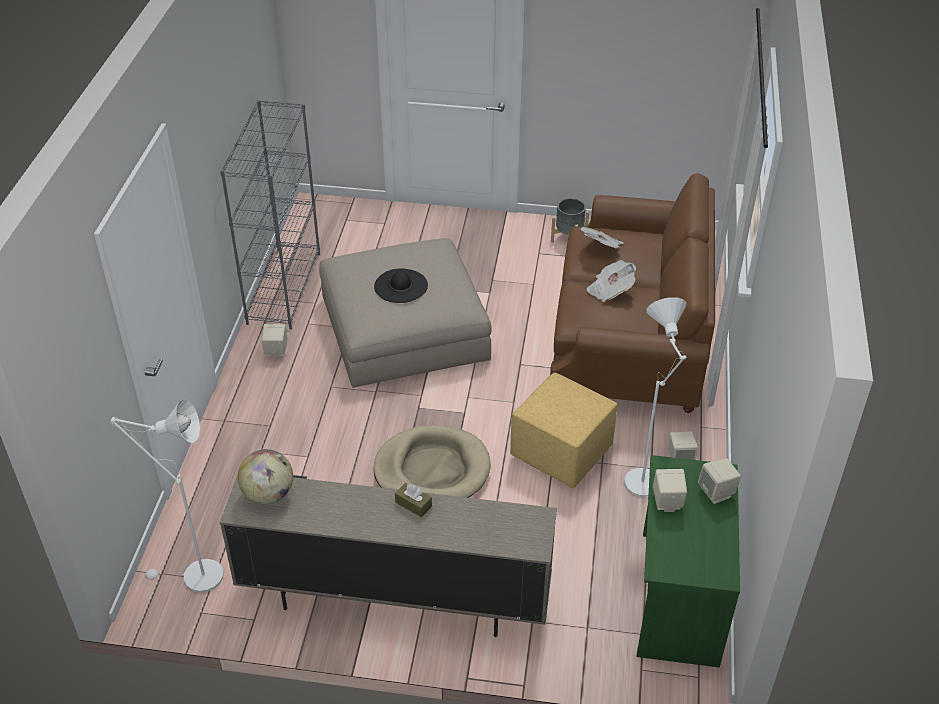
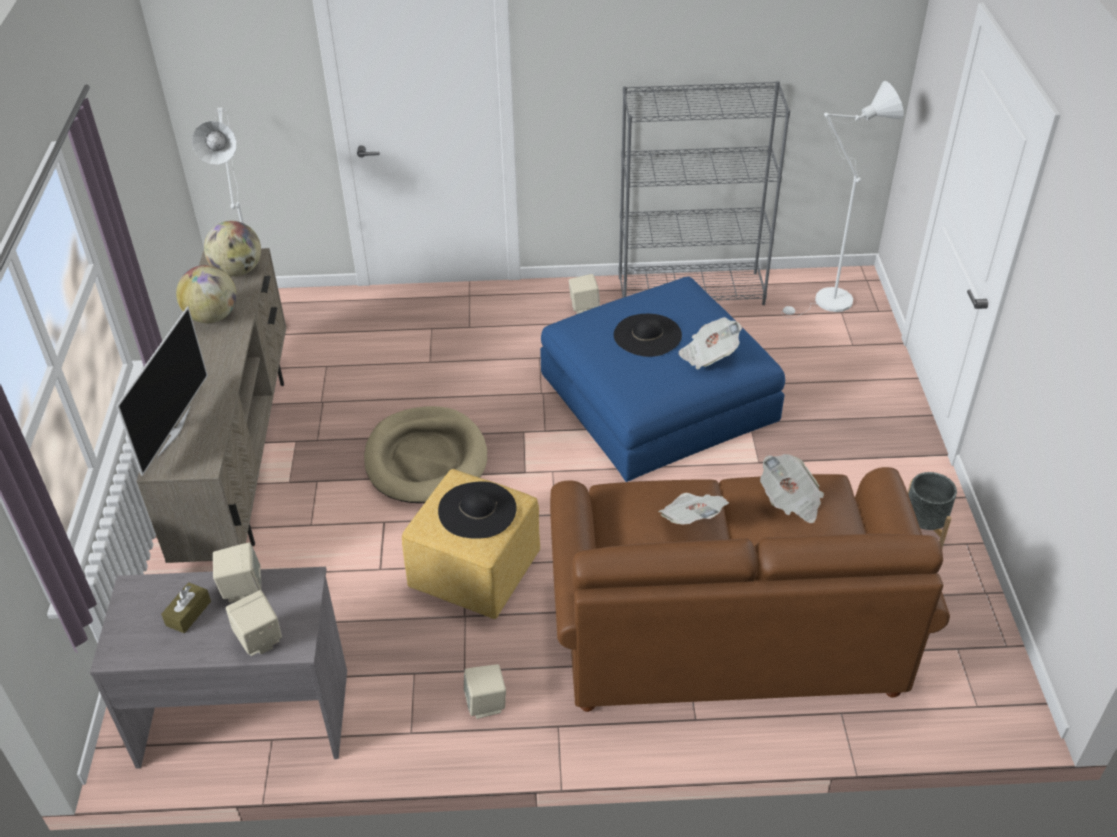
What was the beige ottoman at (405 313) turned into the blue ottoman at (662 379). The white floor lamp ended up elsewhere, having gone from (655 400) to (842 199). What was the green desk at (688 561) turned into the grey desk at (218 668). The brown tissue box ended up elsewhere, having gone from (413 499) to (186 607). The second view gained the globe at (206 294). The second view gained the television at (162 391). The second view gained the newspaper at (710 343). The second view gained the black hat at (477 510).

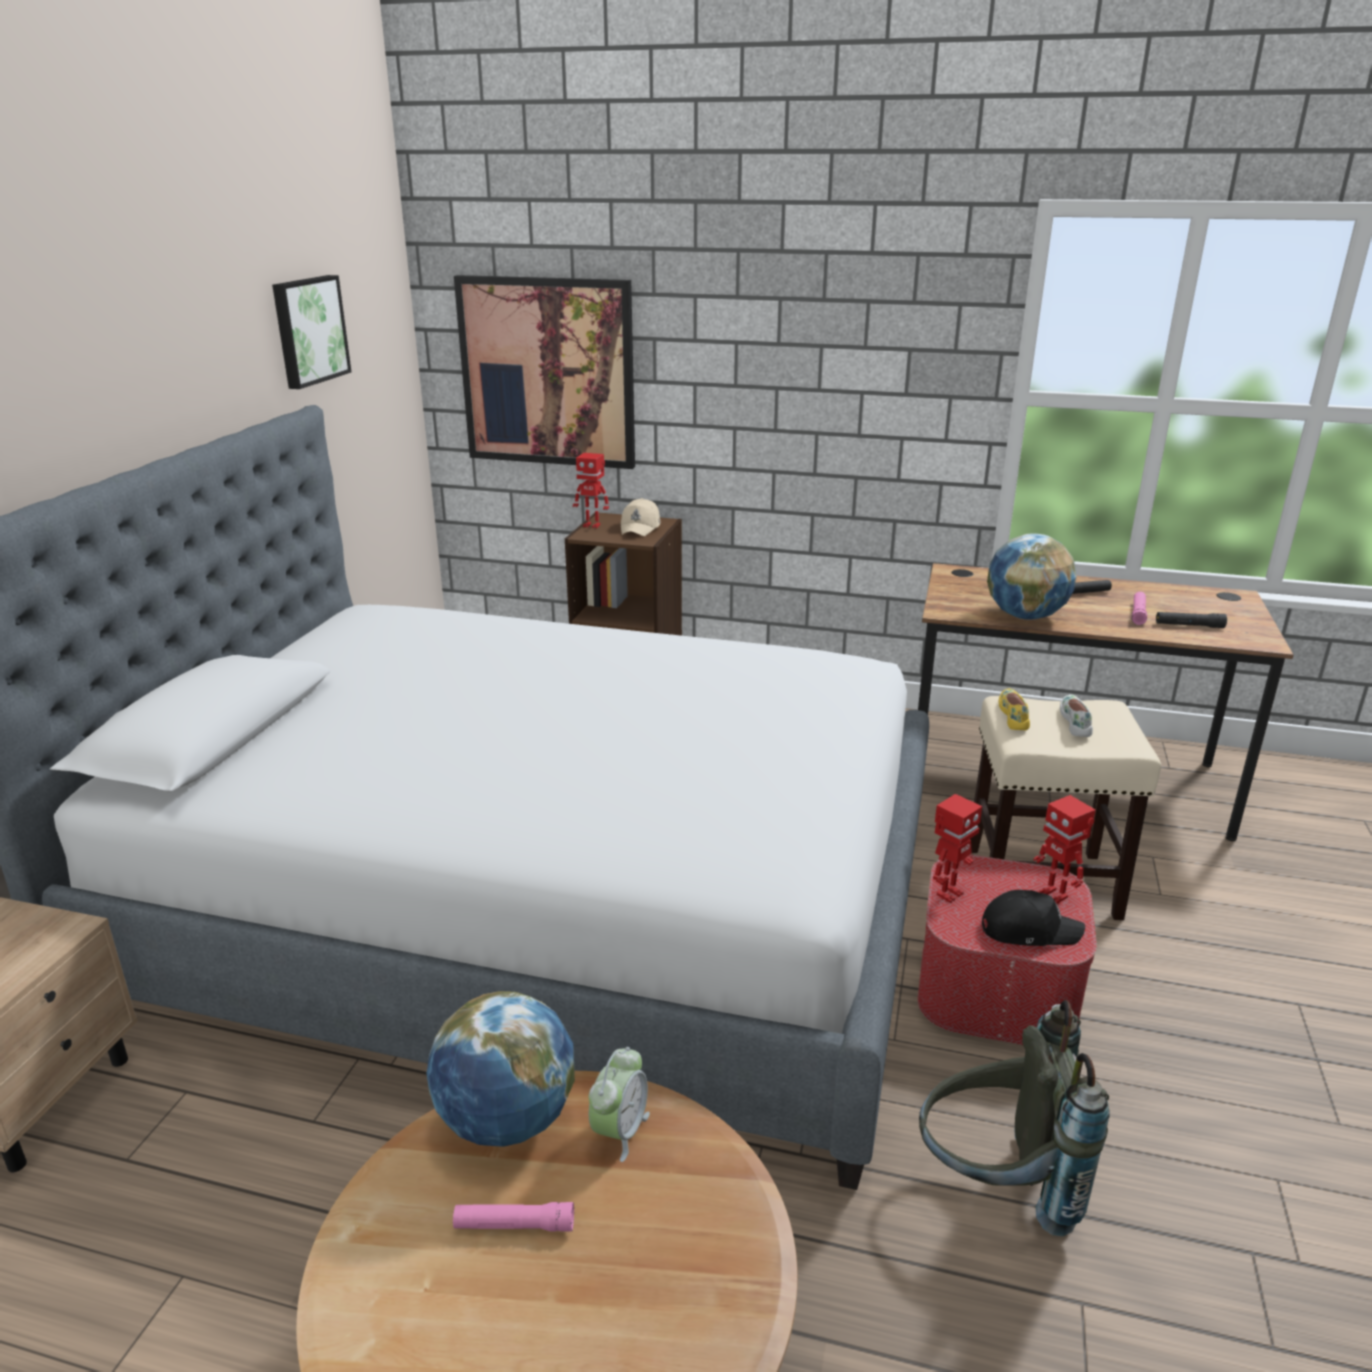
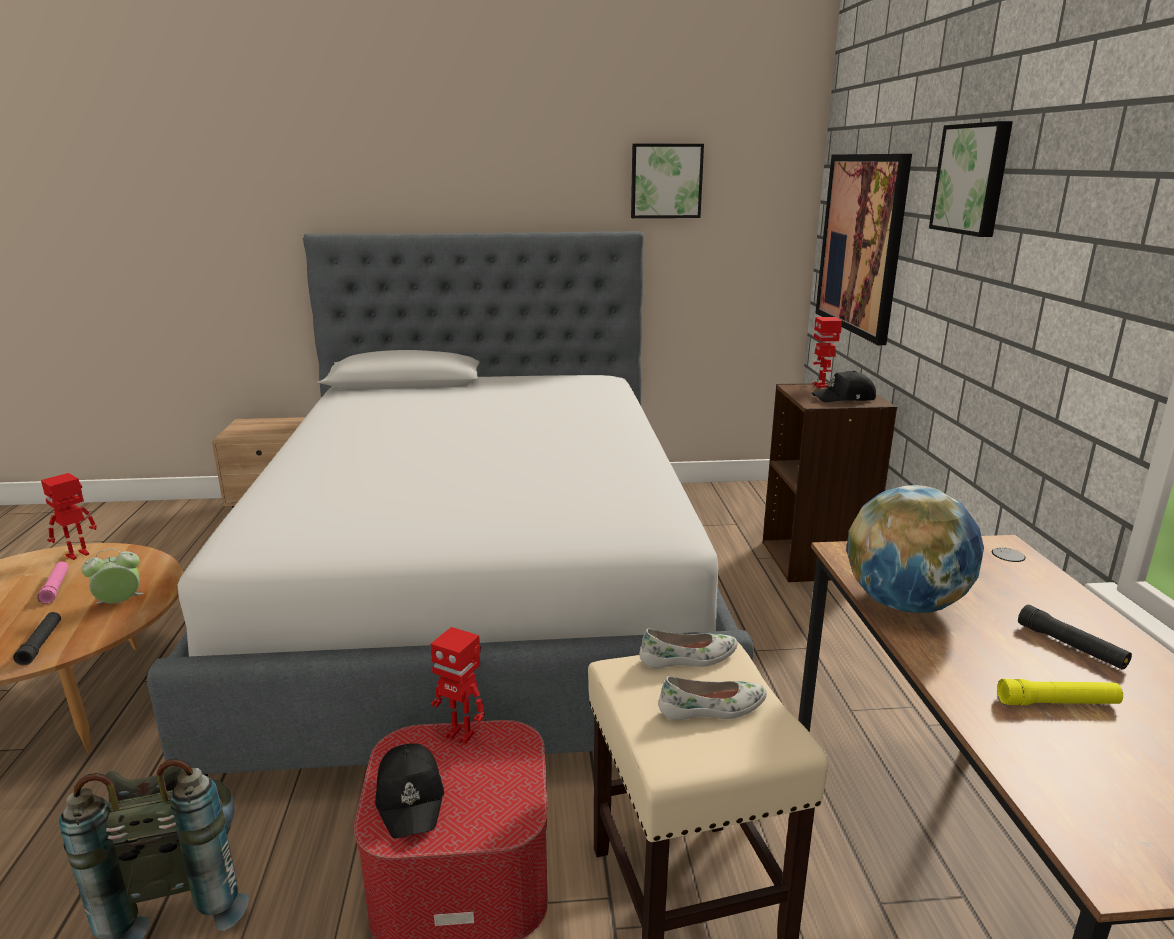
What was the beige cap at (640 517) turned into the black cap at (844 386). What was the pink flashlight at (1139 608) turned into the yellow flashlight at (1060 692). The black flashlight ended up elsewhere, having gone from (1191 620) to (37 638). What was the yellow shoe at (1014 709) turned into the white shoe at (688 648). The toy robot ended up elsewhere, having gone from (1065 849) to (69 516). The second view lost the globe at (500 1069). The alarm clock at (619 1104) ended up facing another way, 150 degrees clockwise from before. The second view gained the picture at (971 179).

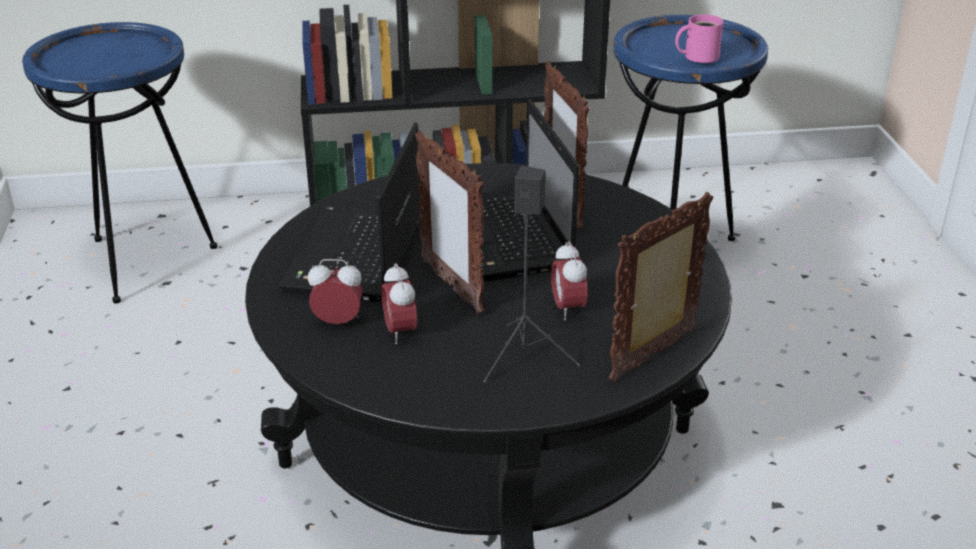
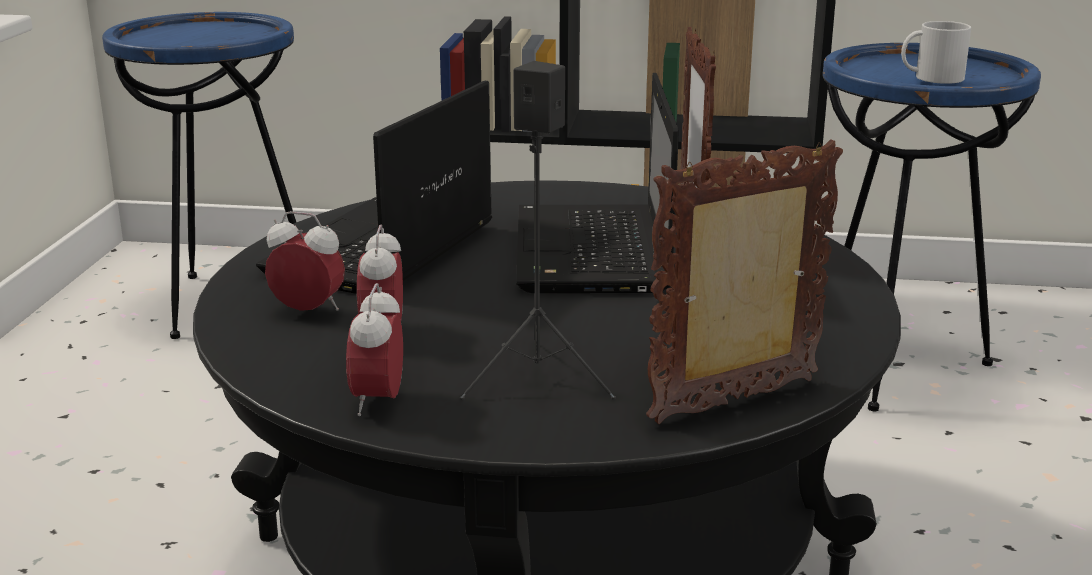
What was the pink mug at (699 38) turned into the white mug at (936 52). The second view lost the picture frame at (449 222). The alarm clock ended up elsewhere, having gone from (569 280) to (374 349).

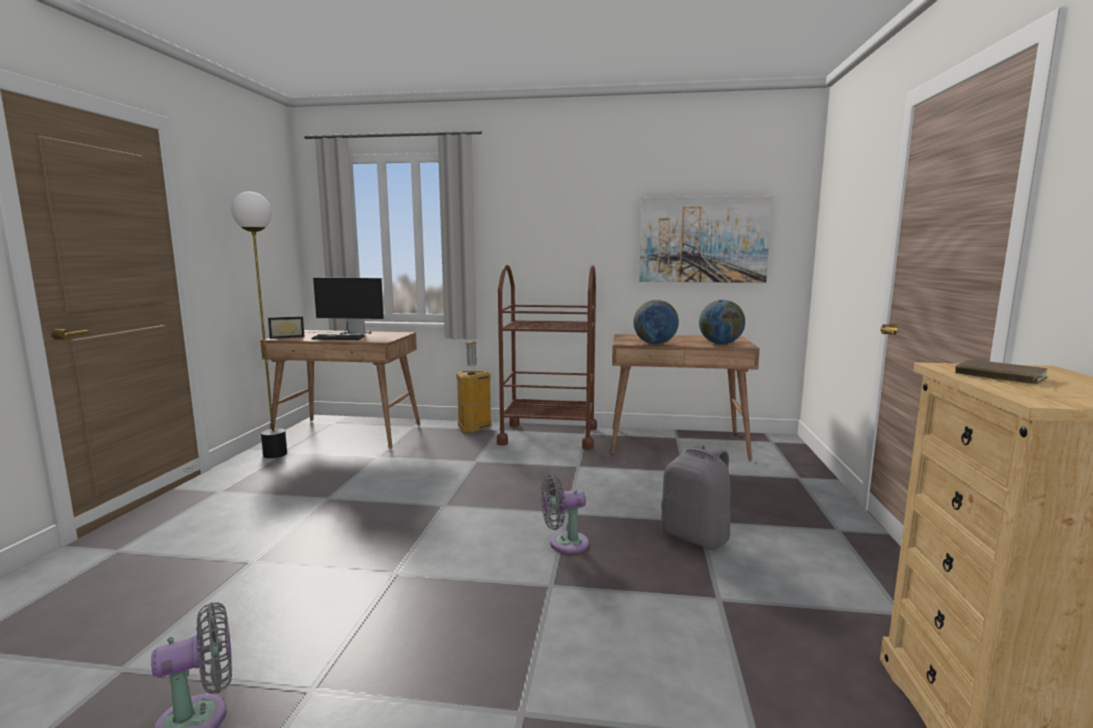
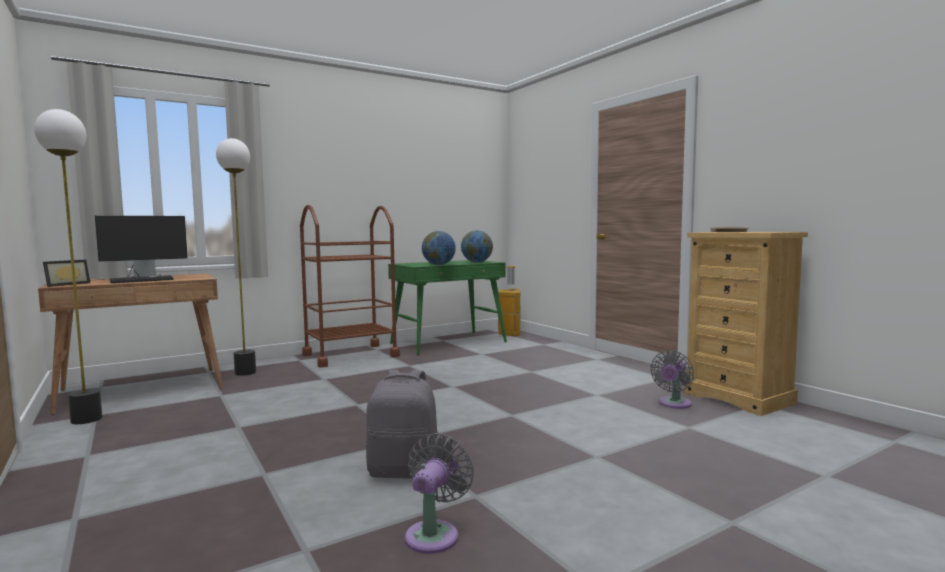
The second view lost the picture at (706 239). What was the brown desk at (685 397) turned into the green desk at (447 308). The trash can ended up elsewhere, having gone from (474 387) to (509 301). The grey backpack ended up elsewhere, having gone from (696 497) to (402 424). The grey fan ended up elsewhere, having gone from (565 514) to (672 379). The second view gained the floor lamp at (236 257).

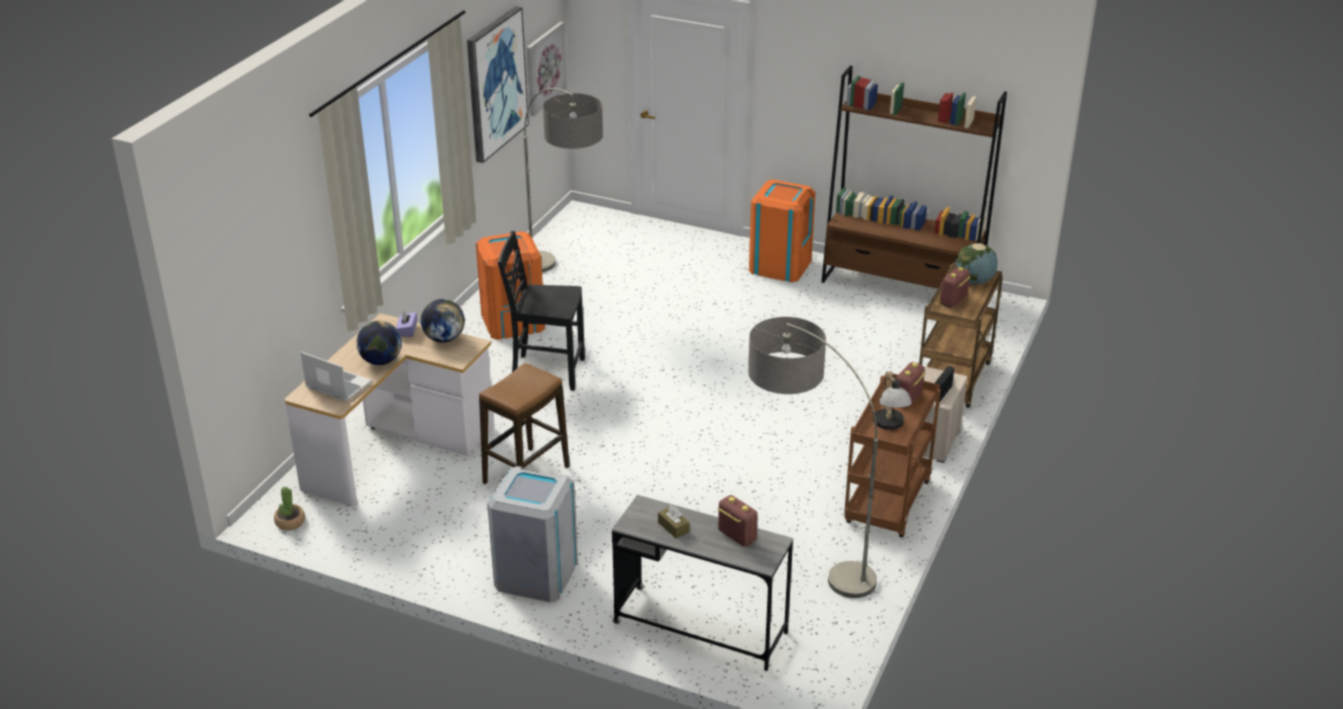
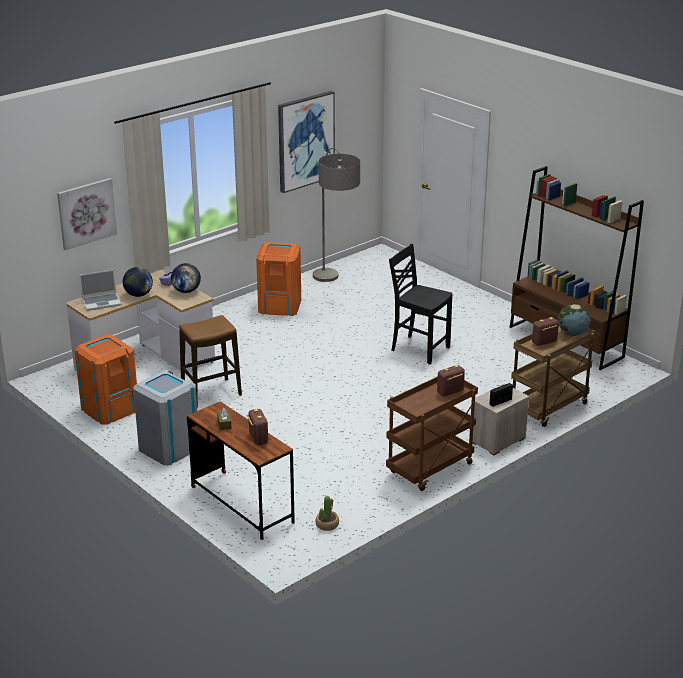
The picture ended up elsewhere, having gone from (546 69) to (87 214). The orange trash can ended up elsewhere, having gone from (782 231) to (106 379). The black chair ended up elsewhere, having gone from (541 311) to (421 304). The second view lost the floor lamp at (813 457). The laptop at (336 377) ended up facing another way, 105 degrees clockwise from before. The second view lost the table lamp at (892 400). The potted plant ended up elsewhere, having gone from (289 509) to (327 513). What was the grey desk at (702 583) turned into the brown desk at (241 470).

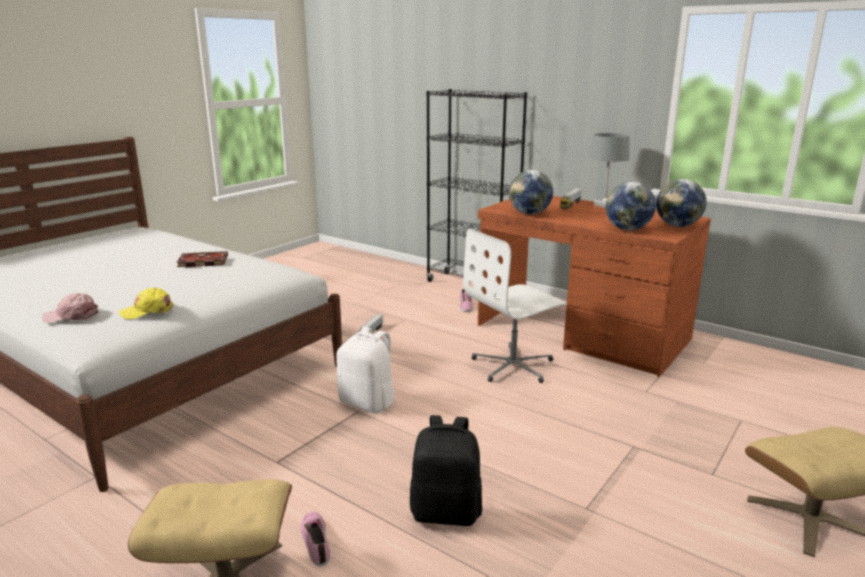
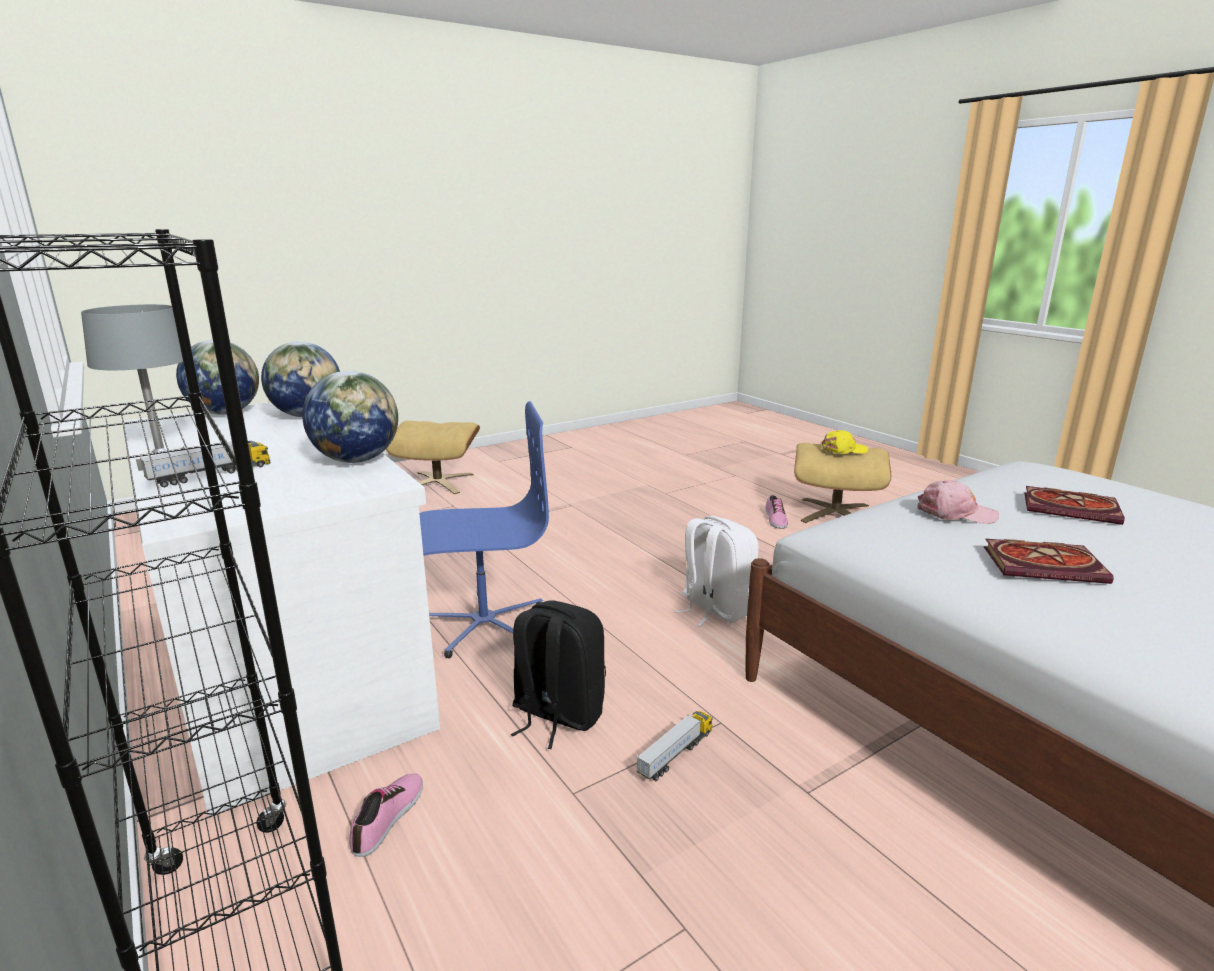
What was the brown desk at (594 286) turned into the white desk at (282 609). What was the white office chair at (515 305) turned into the blue office chair at (484 530). The yellow cap ended up elsewhere, having gone from (146 303) to (844 442). The pink cap ended up elsewhere, having gone from (70 308) to (958 502). The black backpack ended up elsewhere, having gone from (446 470) to (558 674). The second view gained the book at (1074 505).

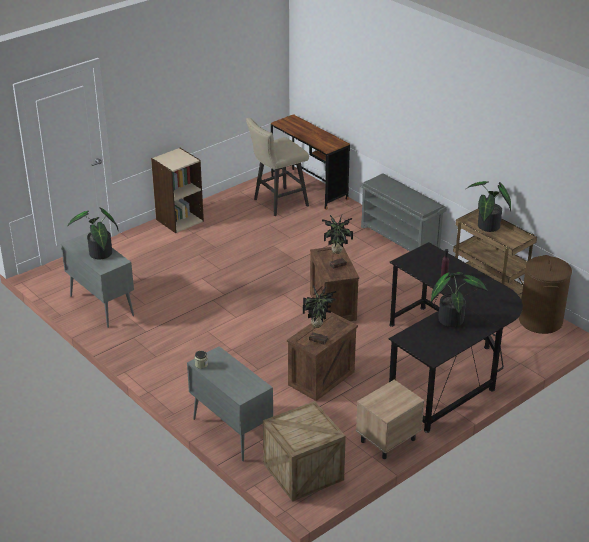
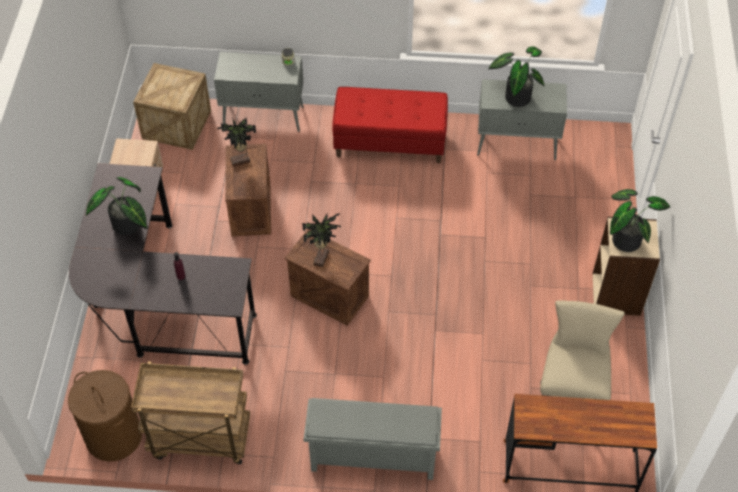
The potted plant ended up elsewhere, having gone from (488 206) to (640 220). The second view gained the red bench at (390 125).

